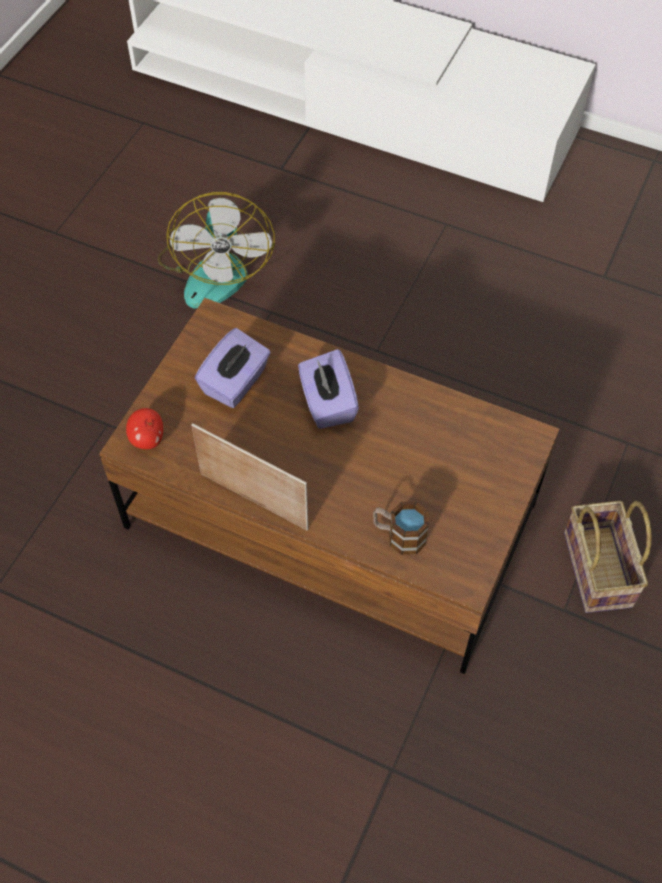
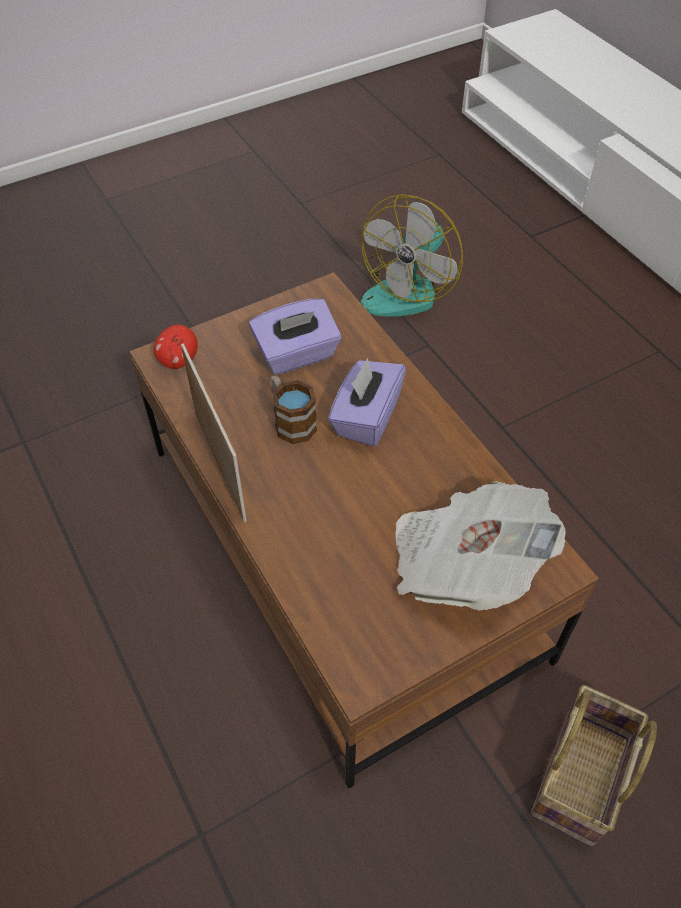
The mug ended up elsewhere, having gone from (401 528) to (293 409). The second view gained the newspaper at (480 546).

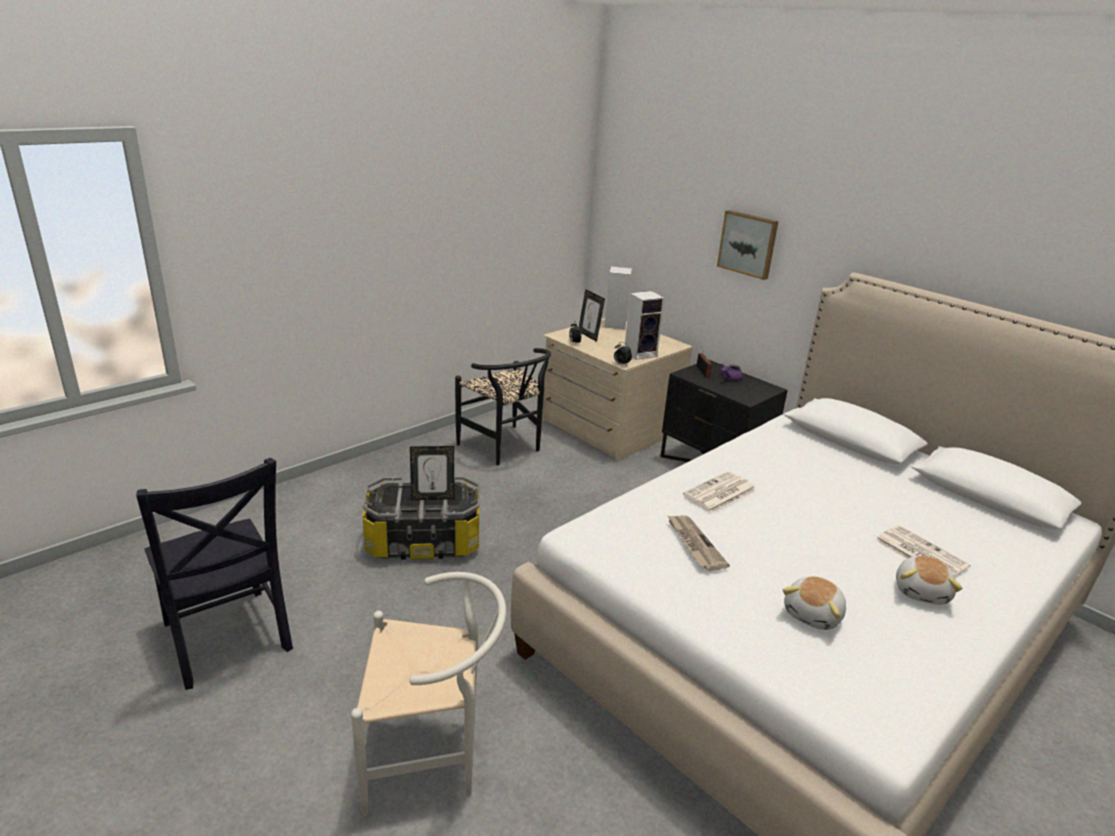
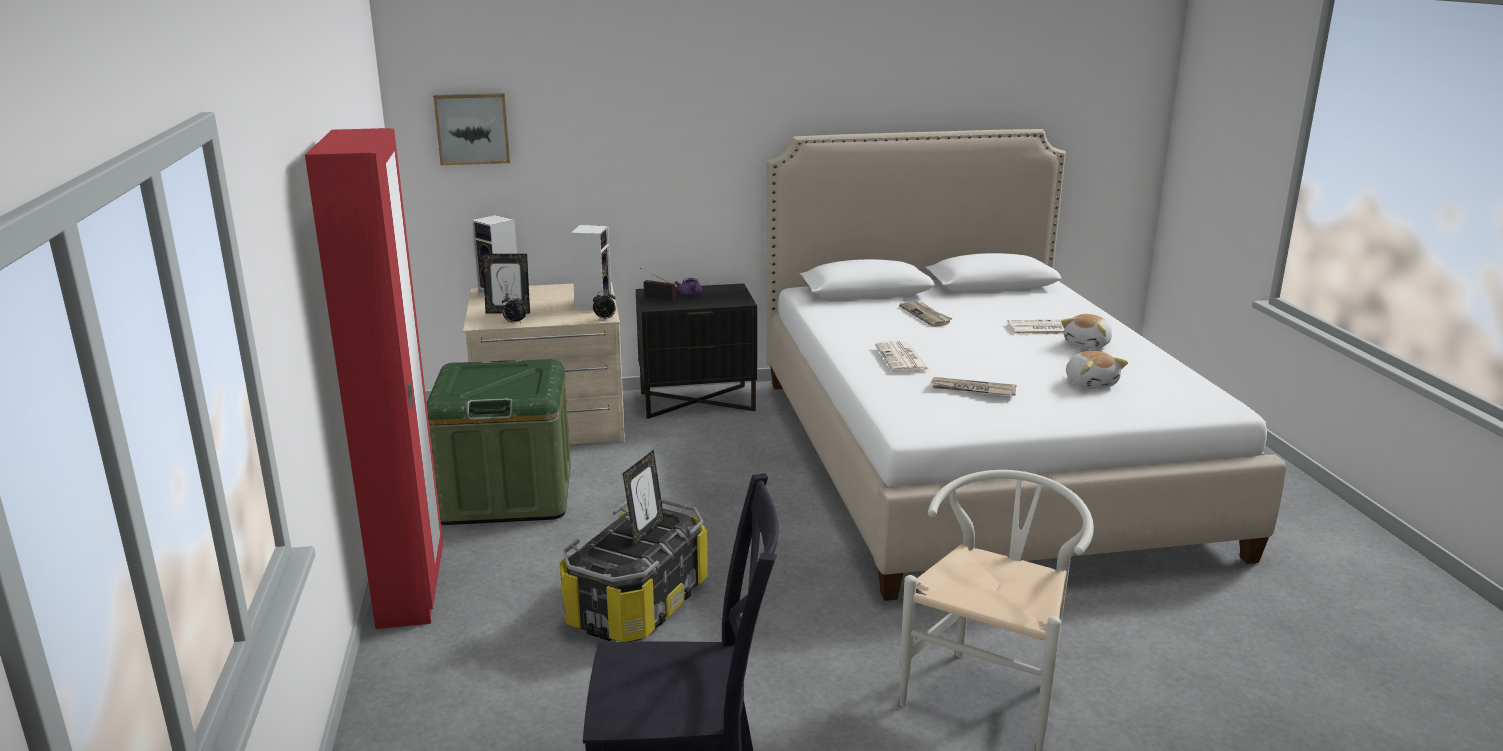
The picture ended up elsewhere, having gone from (747 245) to (471 129). Where the black chair stood at (503 406), the green storage box came to stand at (499 442). The plush toy at (929 580) ended up facing another way, 75 degrees clockwise from before. The second view gained the red wardrobe at (374 378). The second view gained the newspaper at (925 314).

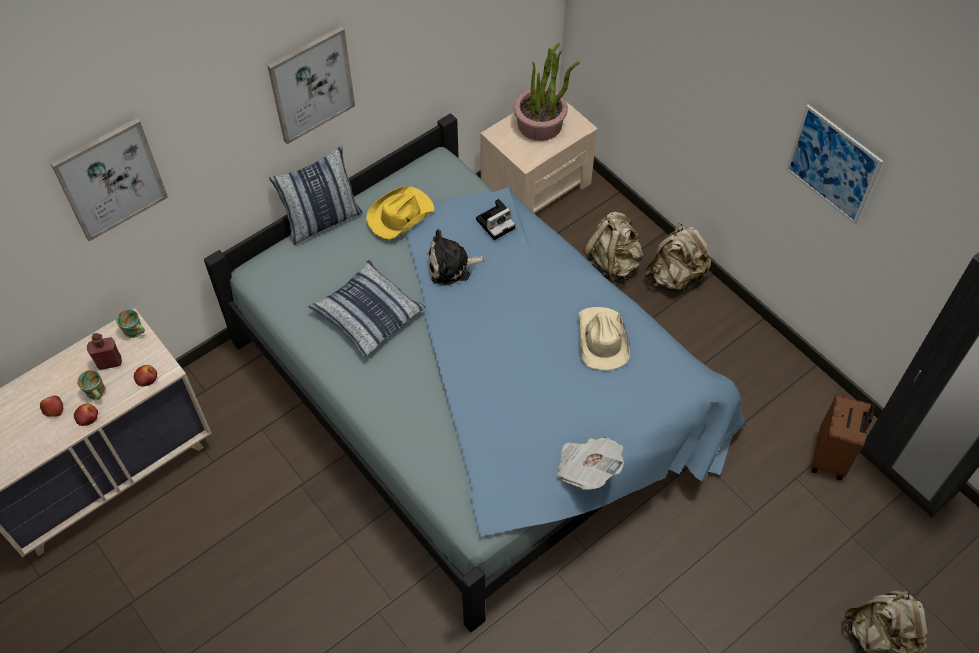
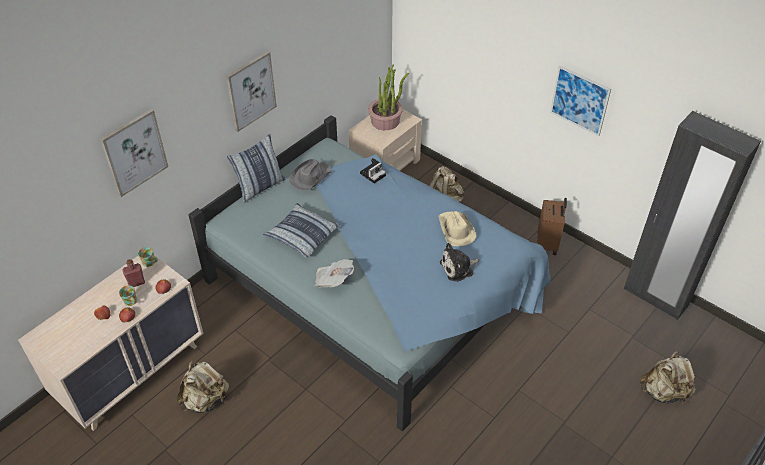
What was the yellow hat at (400 212) turned into the grey hat at (310 175). The beige backpack ended up elsewhere, having gone from (678 257) to (203 387). The plush toy ended up elsewhere, having gone from (456 257) to (460 262). The brown suitcase ended up elsewhere, having gone from (843 437) to (552 226). The newspaper ended up elsewhere, having gone from (590 463) to (334 273).

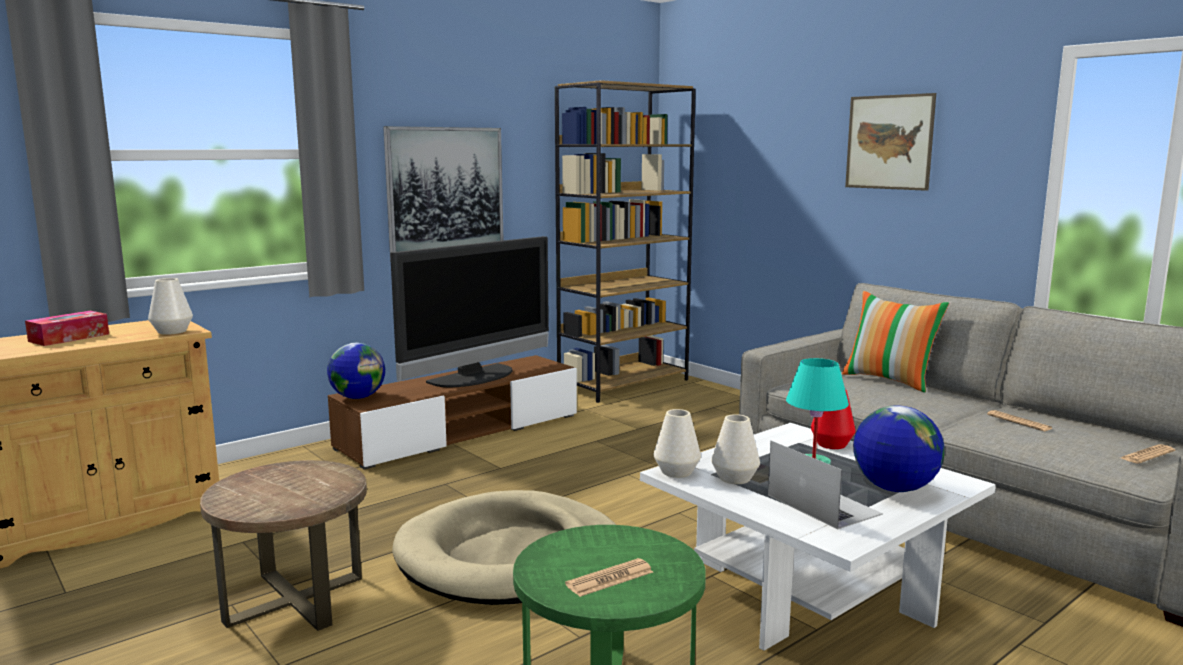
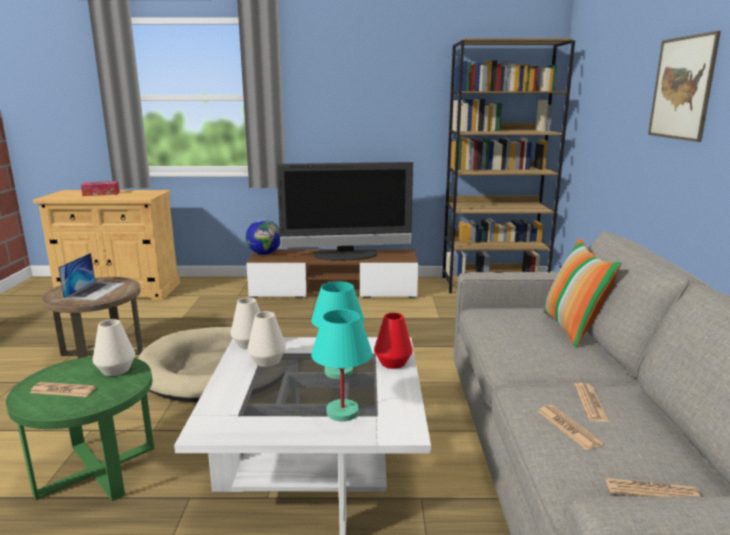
The second view lost the picture at (443 194). The white vase ended up elsewhere, having gone from (170 306) to (114 347). Where the globe stood at (898 449), the turquoise table lamp came to stand at (341 365). The laptop ended up elsewhere, having gone from (825 485) to (91 277). The second view gained the newspaper at (570 427).

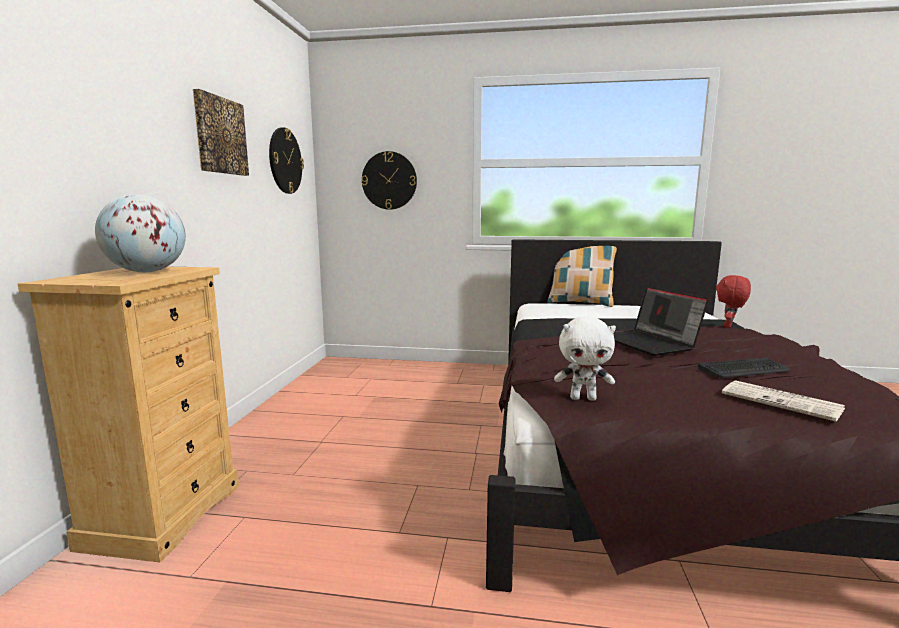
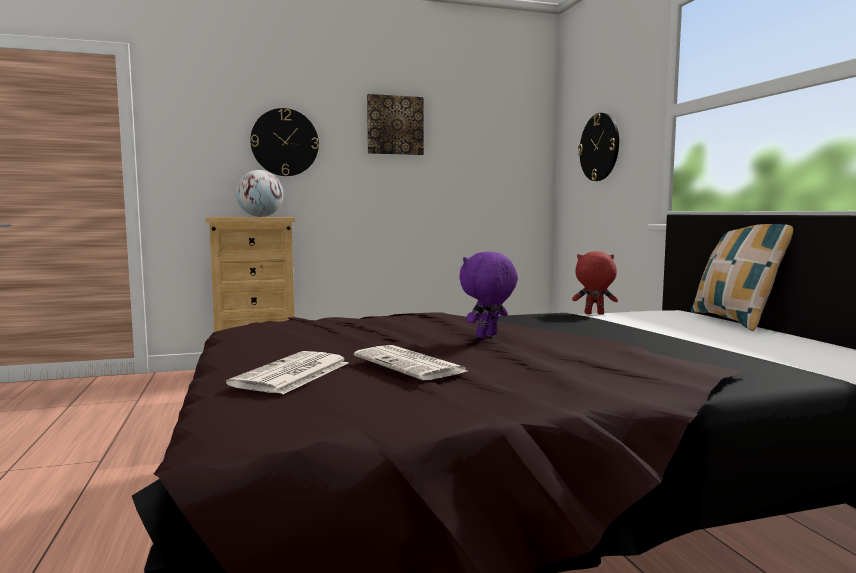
The wall clock ended up elsewhere, having gone from (286 160) to (284 142). The red plush toy ended up elsewhere, having gone from (733 301) to (595 282). Where the laptop stood at (661 321), the purple plush toy came to stand at (488 295). The second view lost the white plush toy at (585 358). Where the keyboard stood at (744 368), the newspaper came to stand at (412 362).

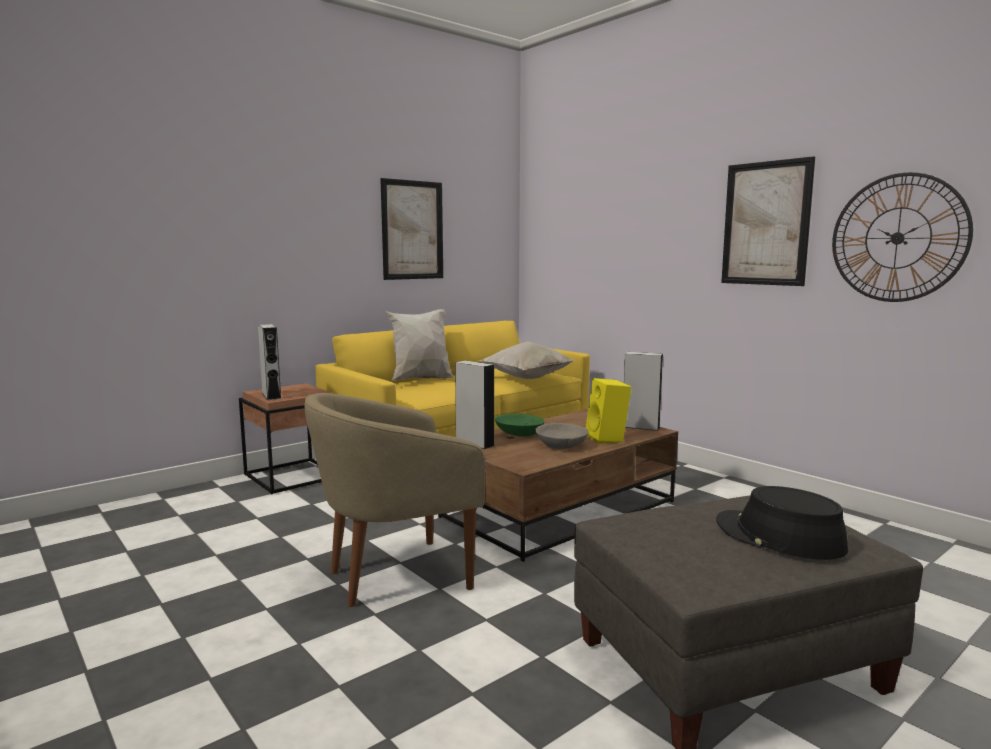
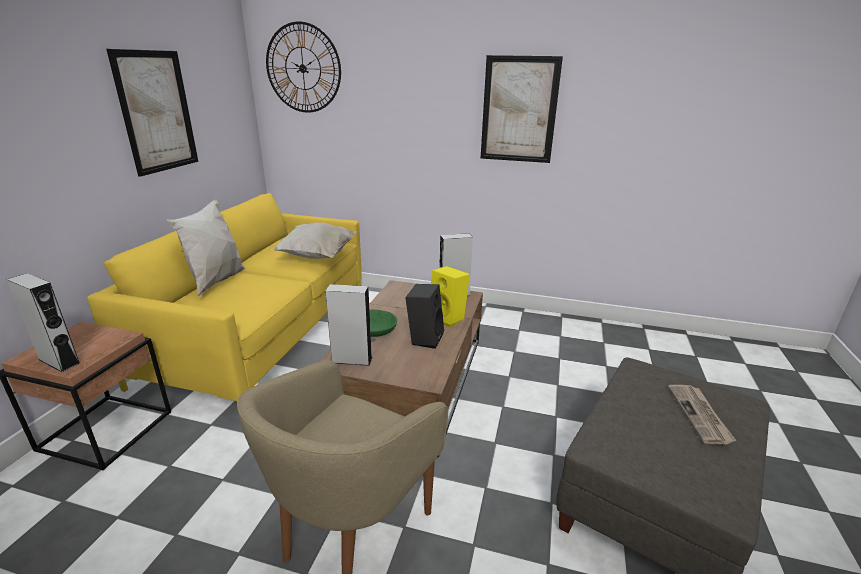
The wall clock ended up elsewhere, having gone from (902 237) to (303 67). Where the grey bowl stood at (562 436), the black speaker came to stand at (424 316). Where the black hat stood at (782 523), the newspaper came to stand at (702 414).

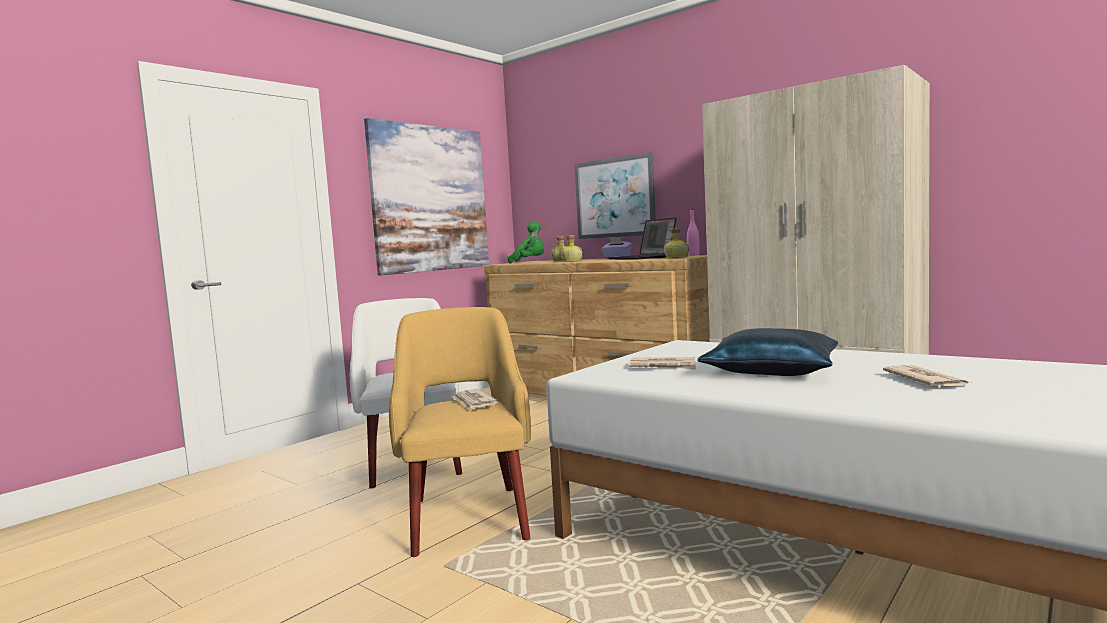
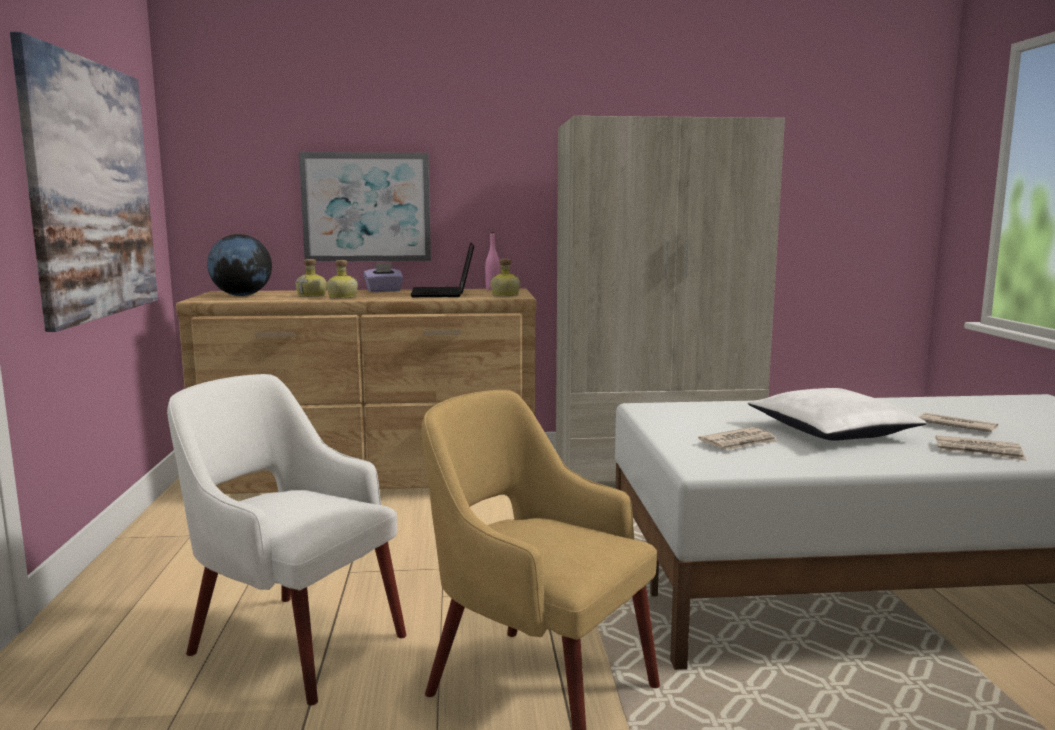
The laptop at (642 238) ended up facing another way, 60 degrees clockwise from before. Where the green plush toy stood at (526 242), the globe came to stand at (239 265). What was the blue pillow at (767 352) turned into the white pillow at (837 414). The newspaper ended up elsewhere, having gone from (475 400) to (981 448).

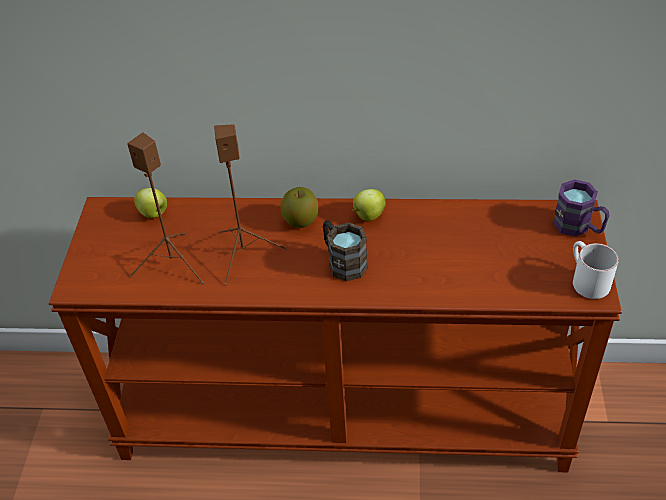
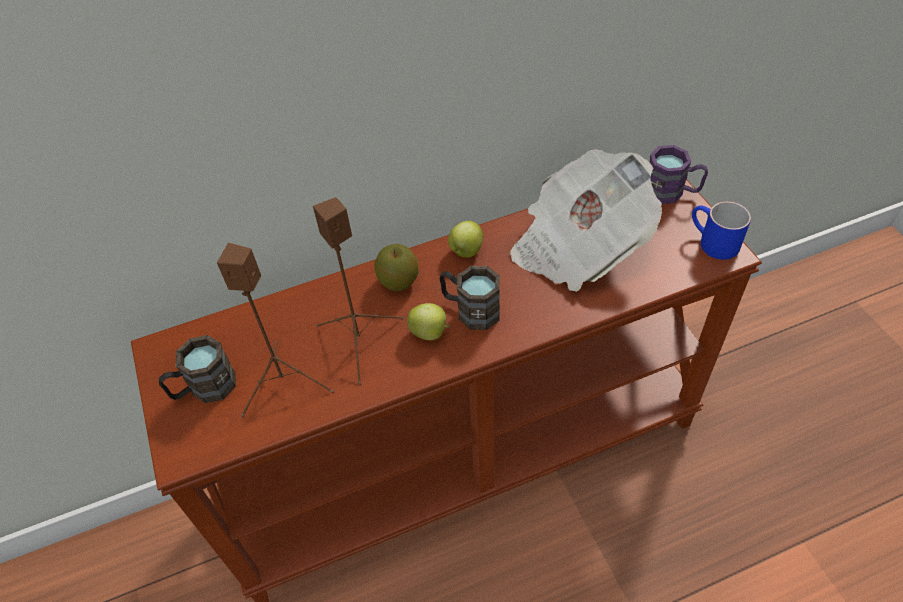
The apple ended up elsewhere, having gone from (150 203) to (428 321). What was the white mug at (596 270) turned into the blue mug at (721 230). The second view gained the newspaper at (586 220). The second view gained the brown mug at (197 369).

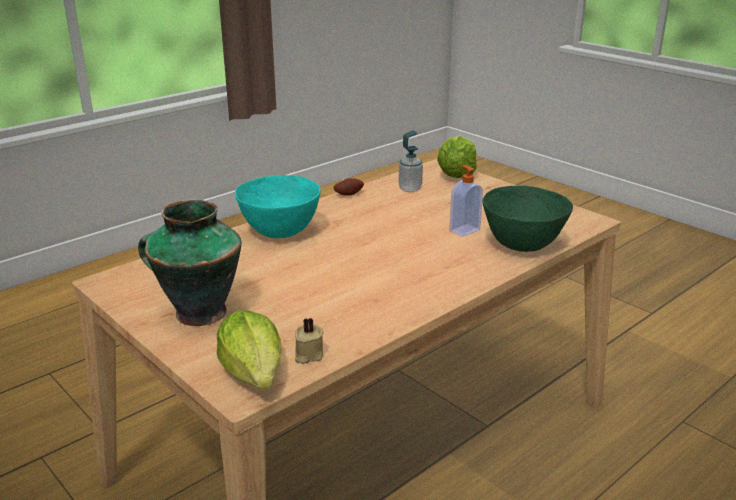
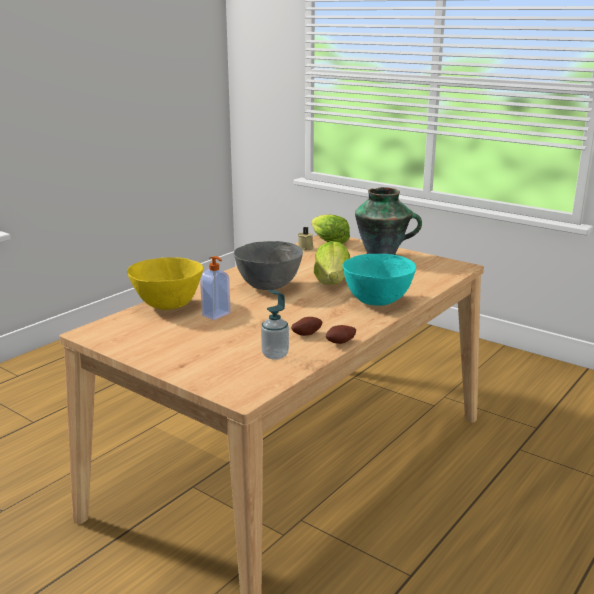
The lettuce ended up elsewhere, having gone from (457 157) to (332 263). What was the green bowl at (527 219) turned into the yellow bowl at (165 283). The second view gained the grey bowl at (268 265). The second view gained the potato at (307 326).

